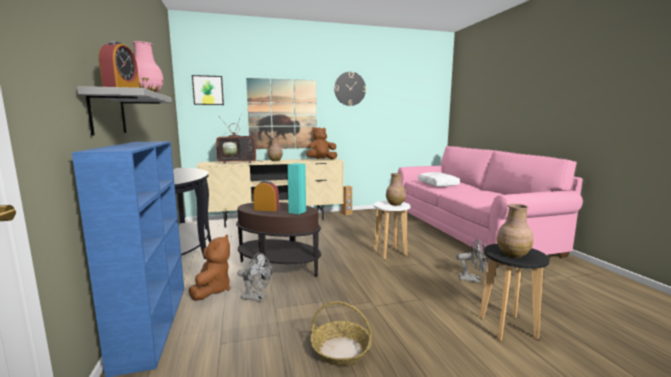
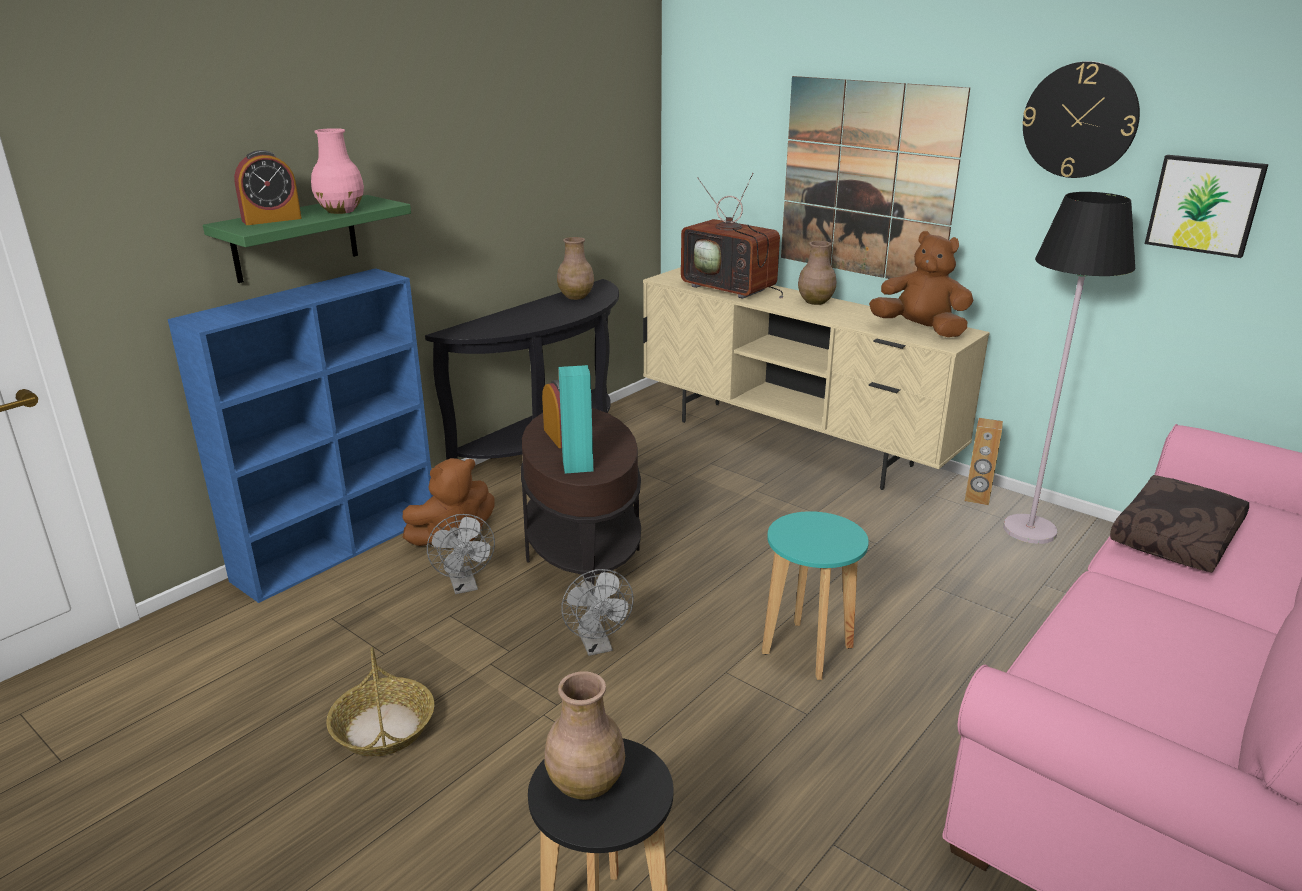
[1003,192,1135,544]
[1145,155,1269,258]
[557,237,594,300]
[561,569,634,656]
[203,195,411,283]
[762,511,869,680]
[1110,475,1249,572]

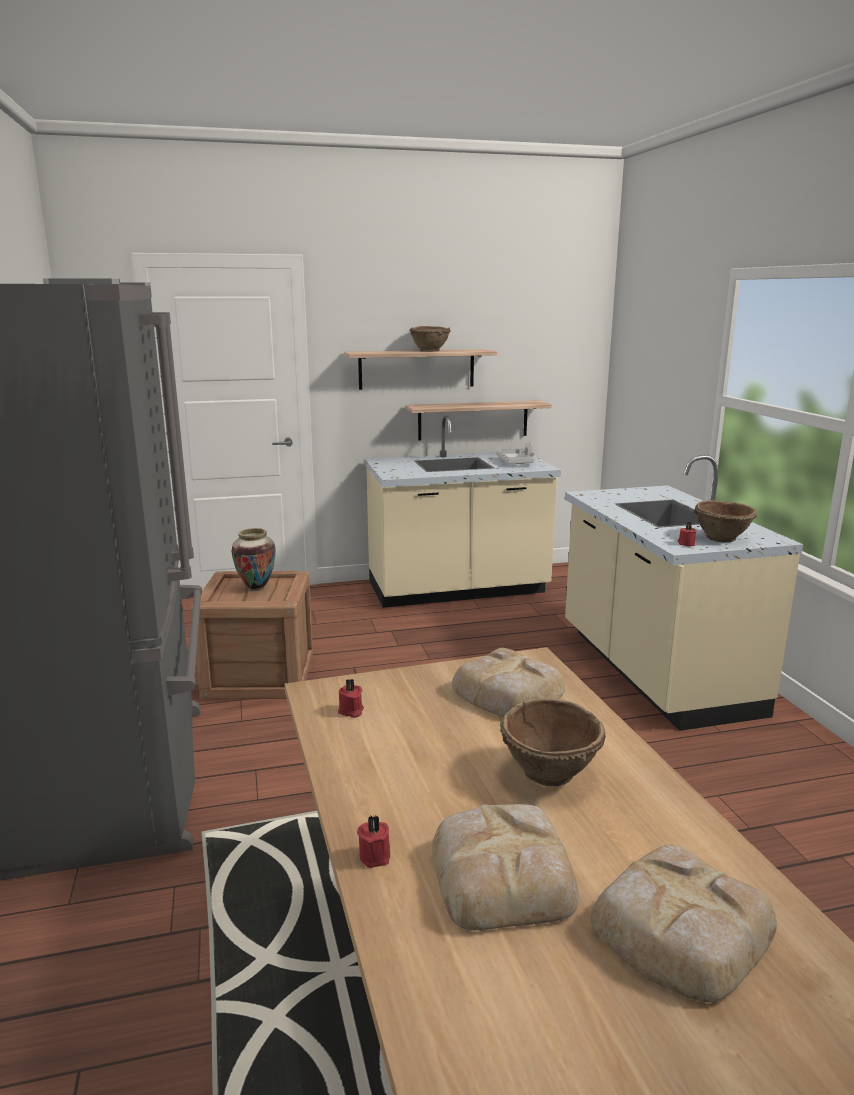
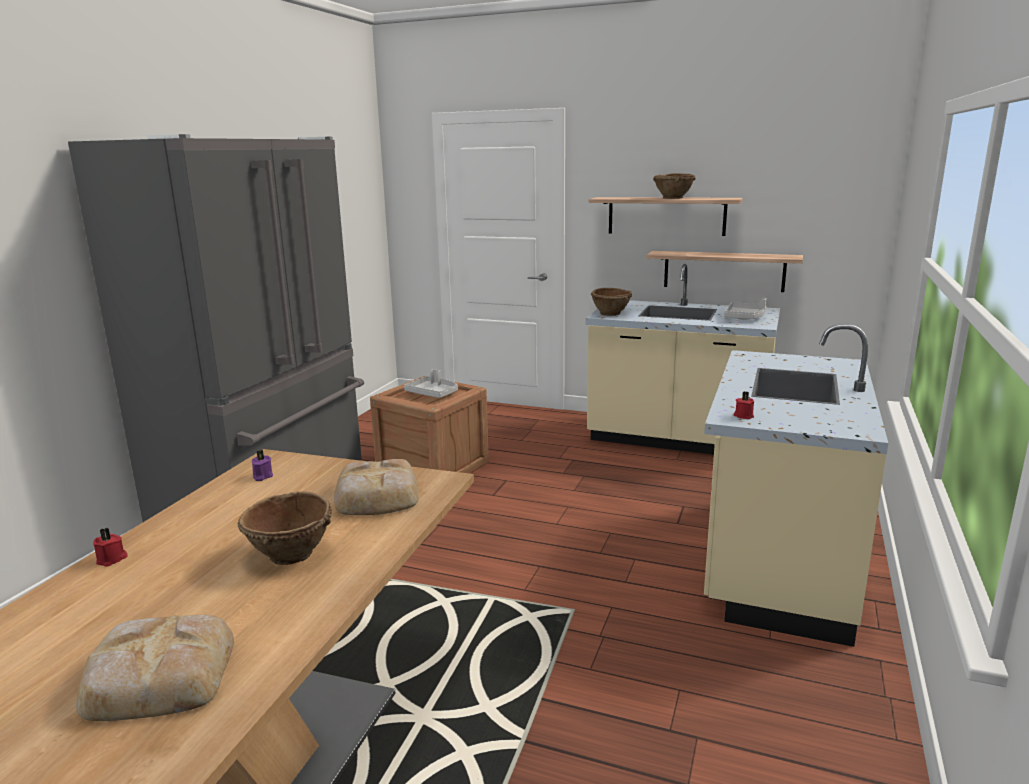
[432,804,579,930] (first image)
[591,288,632,316]
[404,369,458,398]
[252,450,273,481]

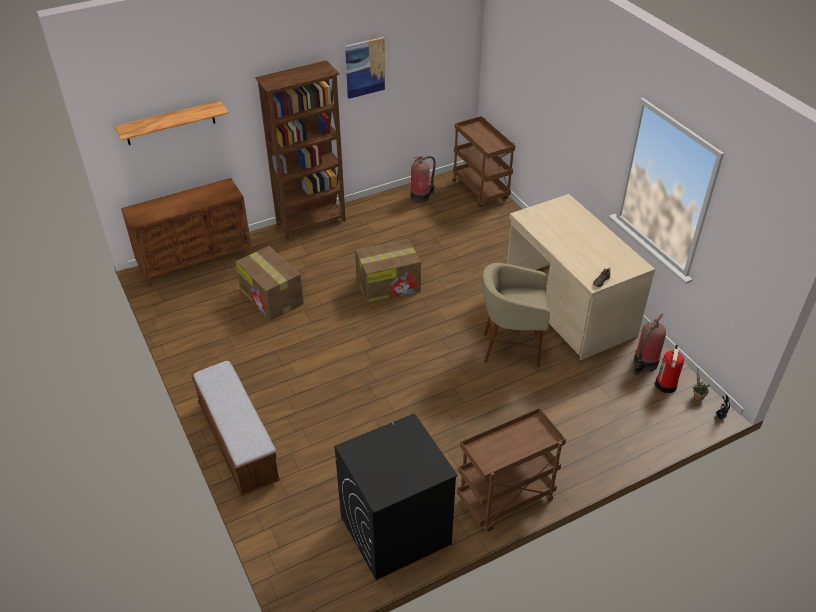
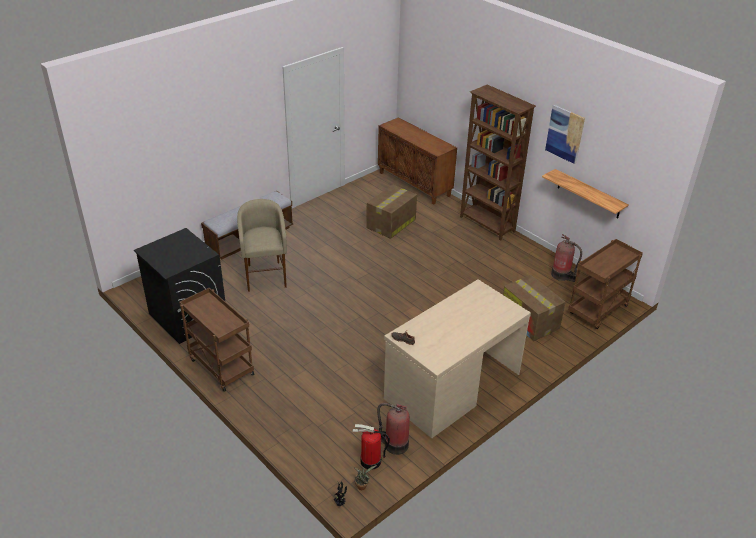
[542,169,629,218]
[503,275,566,341]
[237,199,287,292]

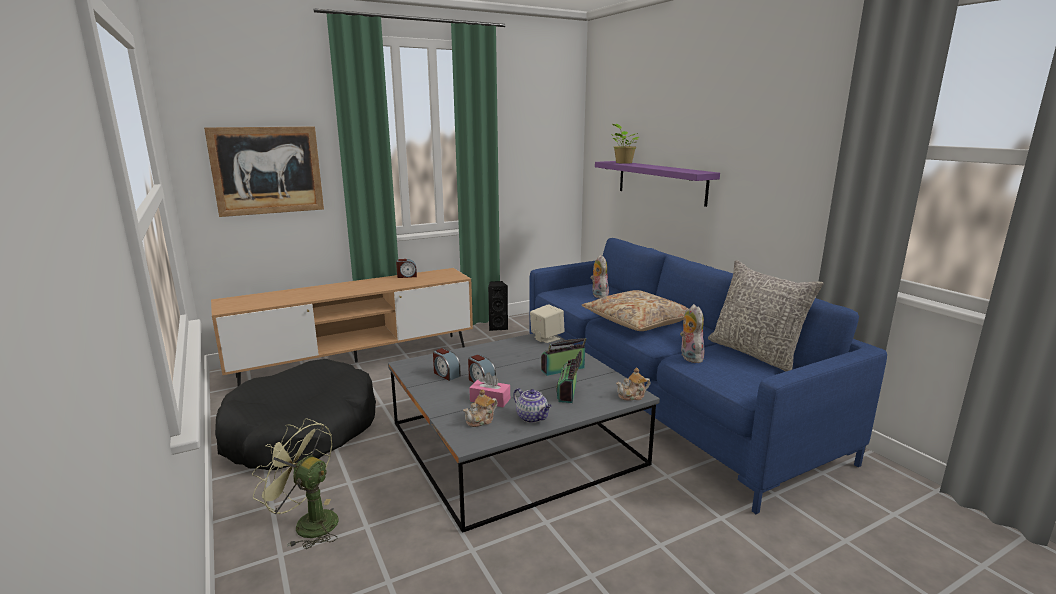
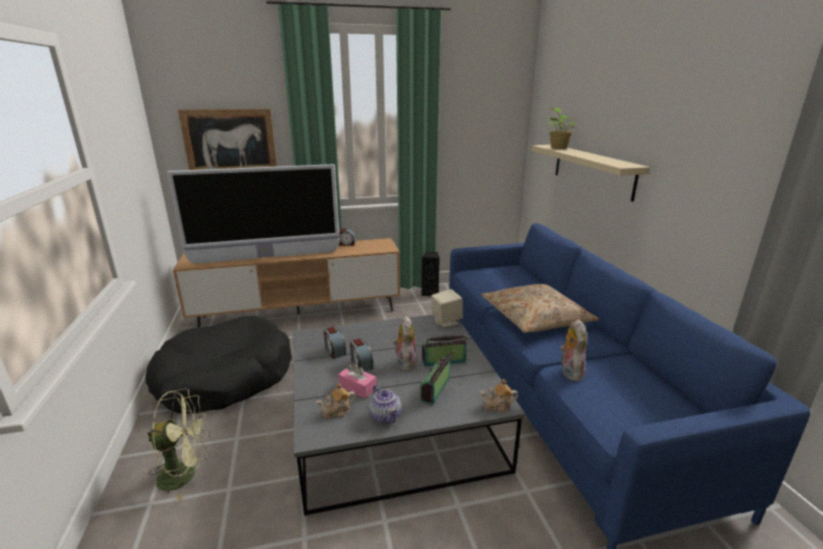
[708,260,824,371] (first image)
[167,164,340,264]
[393,316,417,371]
[531,145,650,202]
[147,388,210,501]

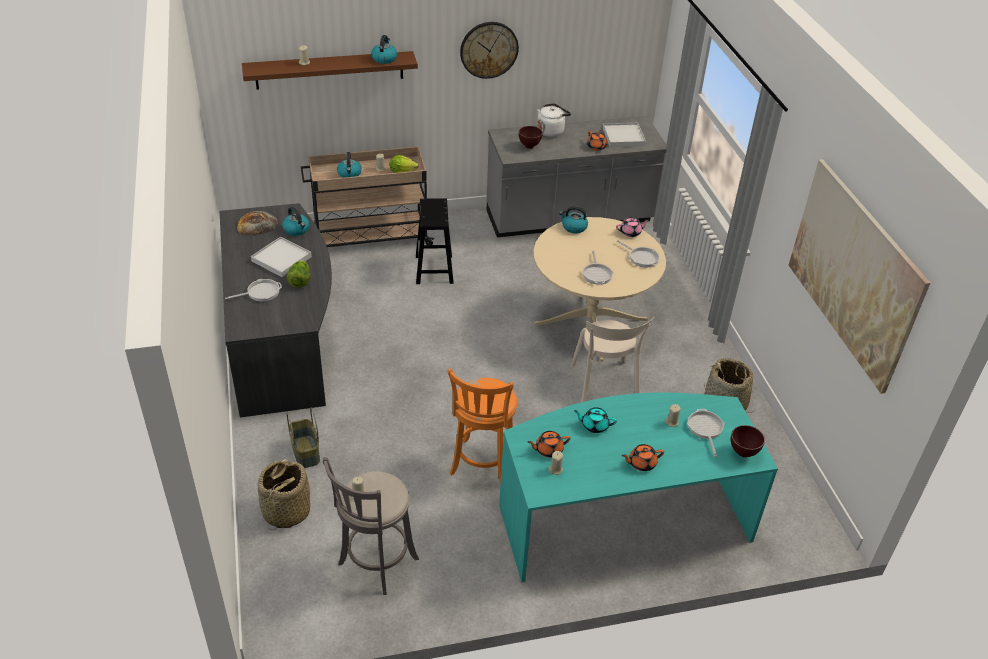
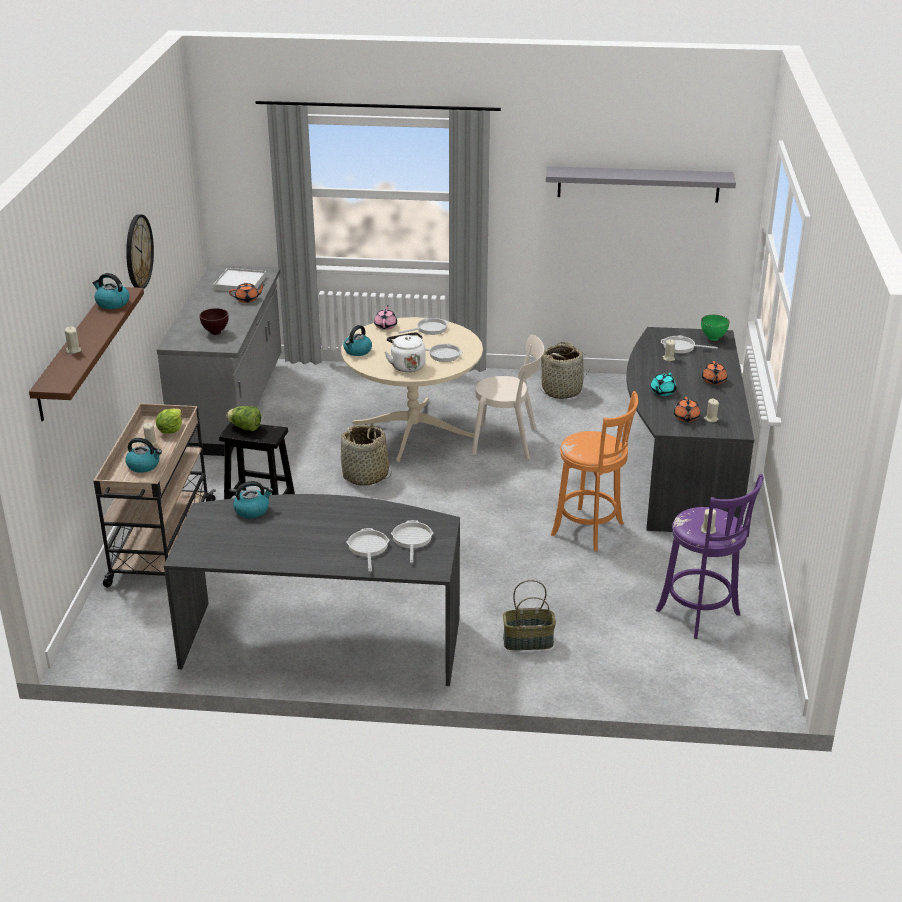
[237,211,278,235] (first image)
[251,237,312,277] (first image)
[391,520,433,564]
[341,425,391,486]
[227,406,261,431]
[385,332,426,372]
[546,166,736,203]
[656,474,764,639]
[626,327,754,532]
[701,315,730,341]

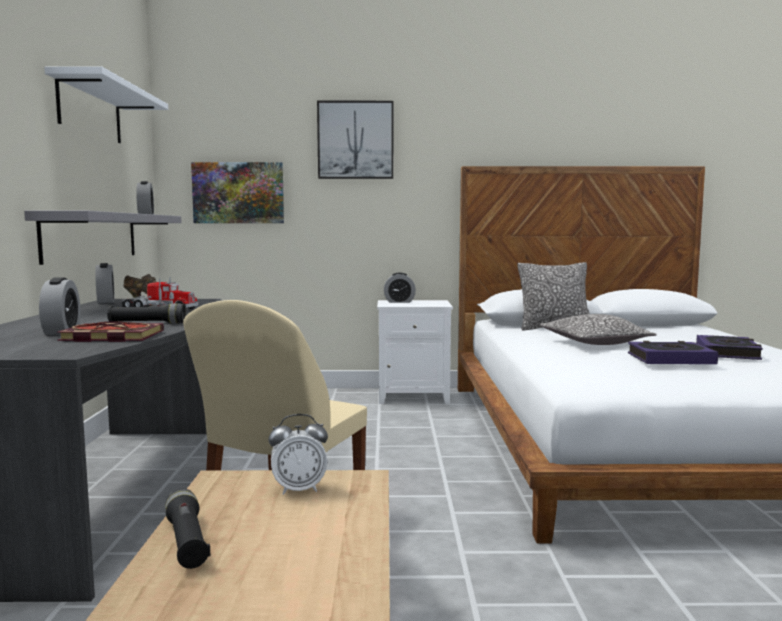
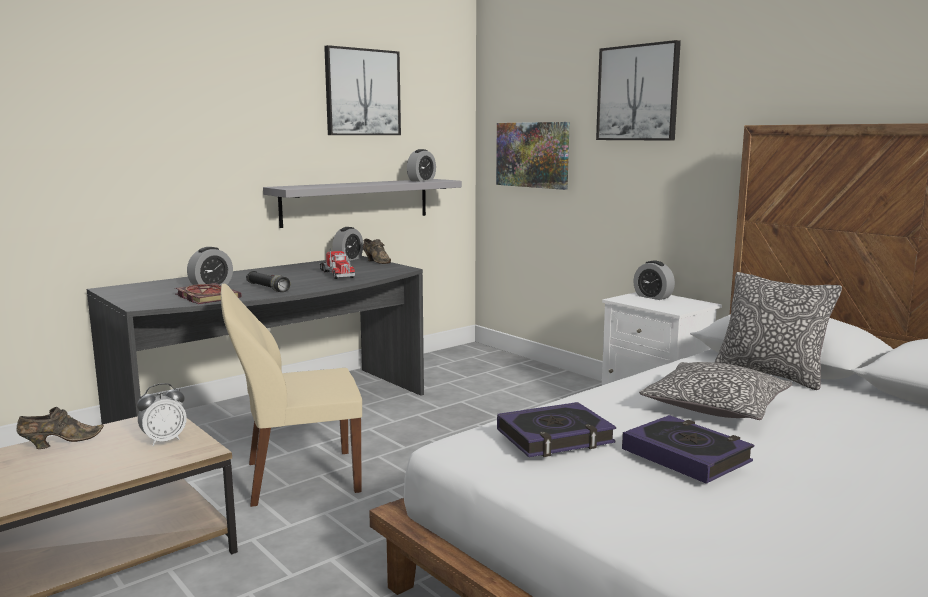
[497,402,616,457]
[324,45,401,135]
[16,407,104,449]
[137,383,187,446]

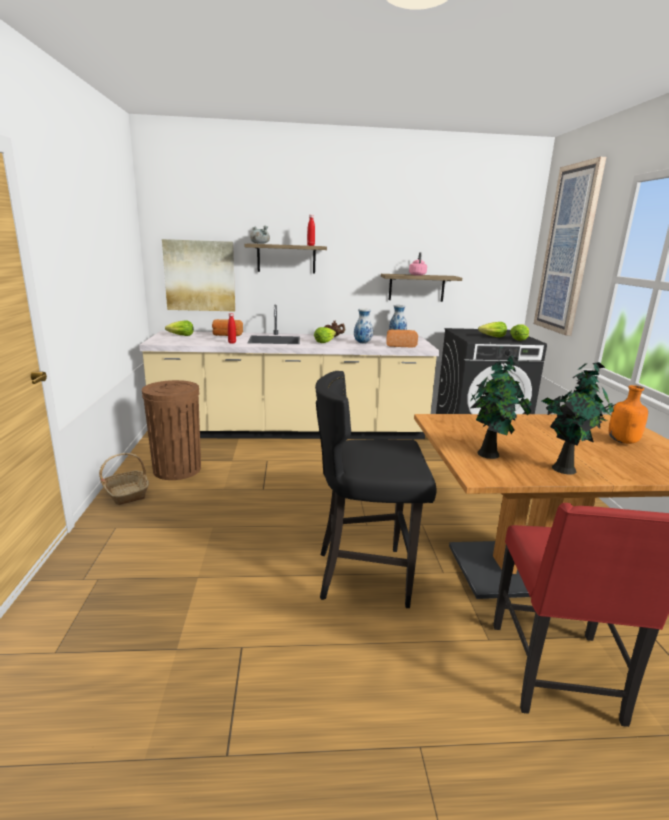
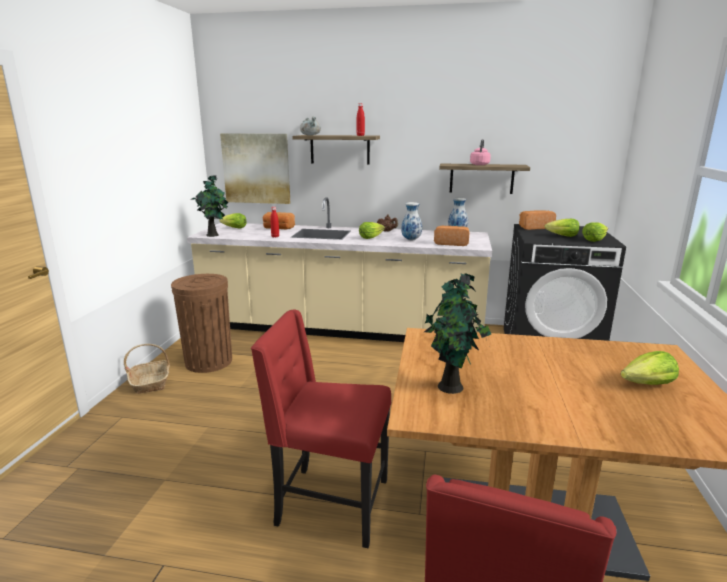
[534,157,606,336] (first image)
[519,210,556,230]
[190,176,229,237]
[251,309,391,548]
[621,351,679,385]

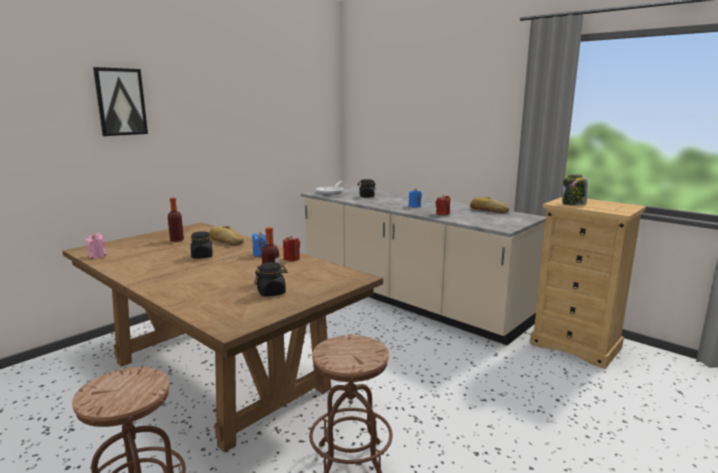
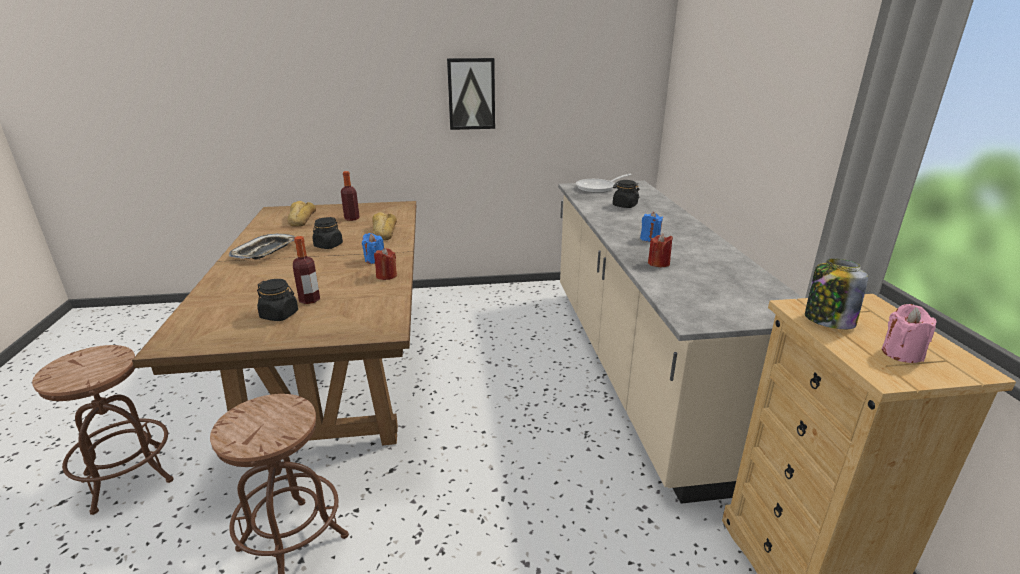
[229,234,295,259]
[882,304,936,363]
[447,58,495,130]
[287,201,316,227]

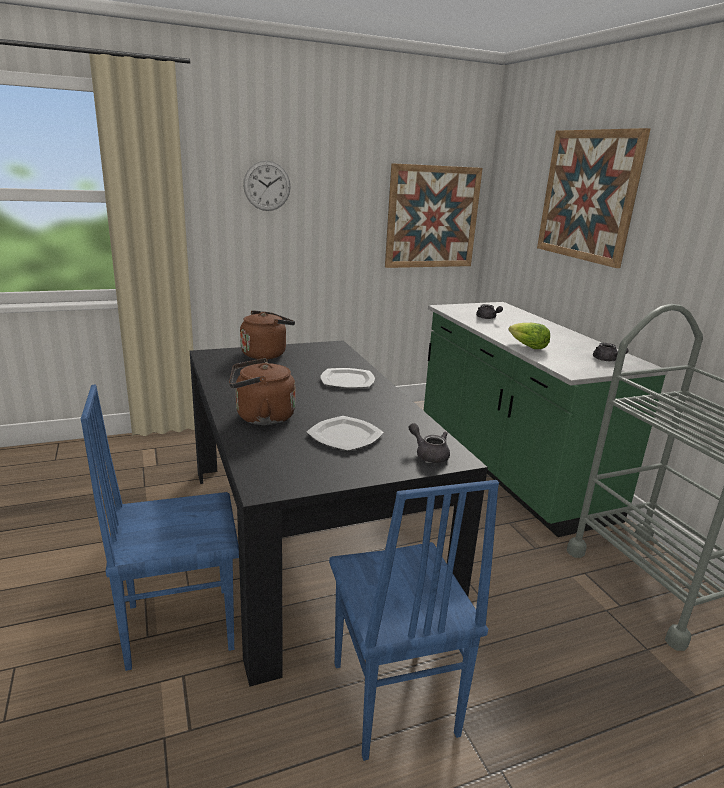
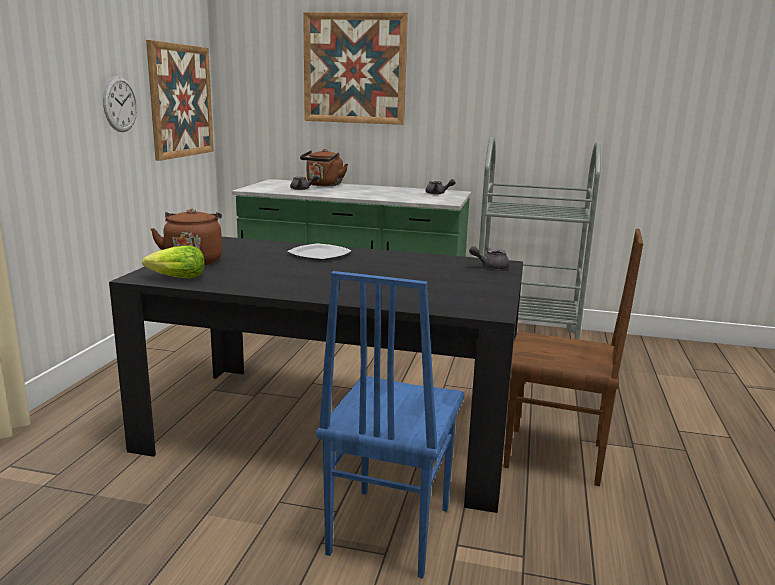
[307,416,384,451] (first image)
[300,149,348,186]
[103,76,137,132]
[142,245,205,279]
[503,229,643,486]

